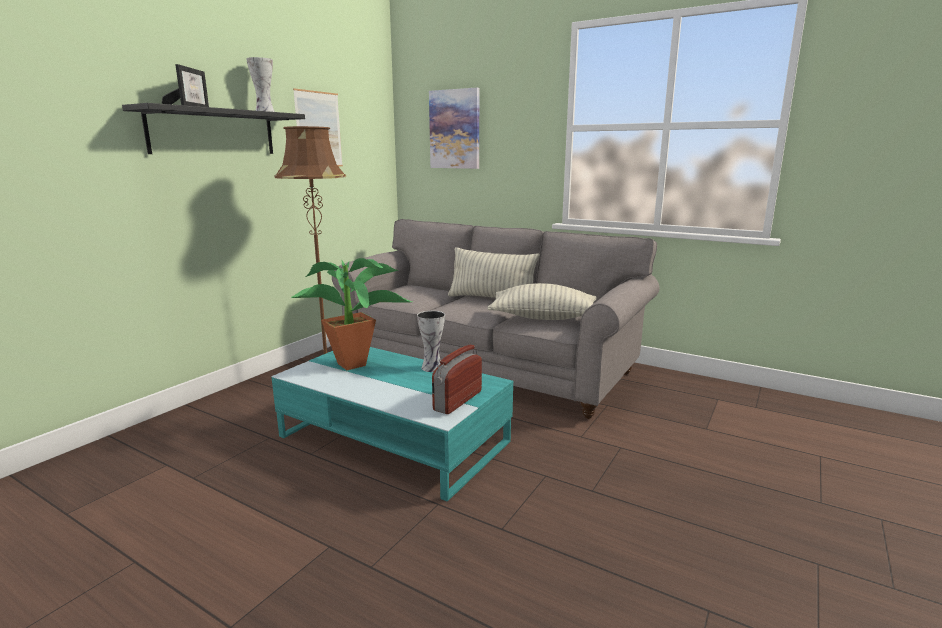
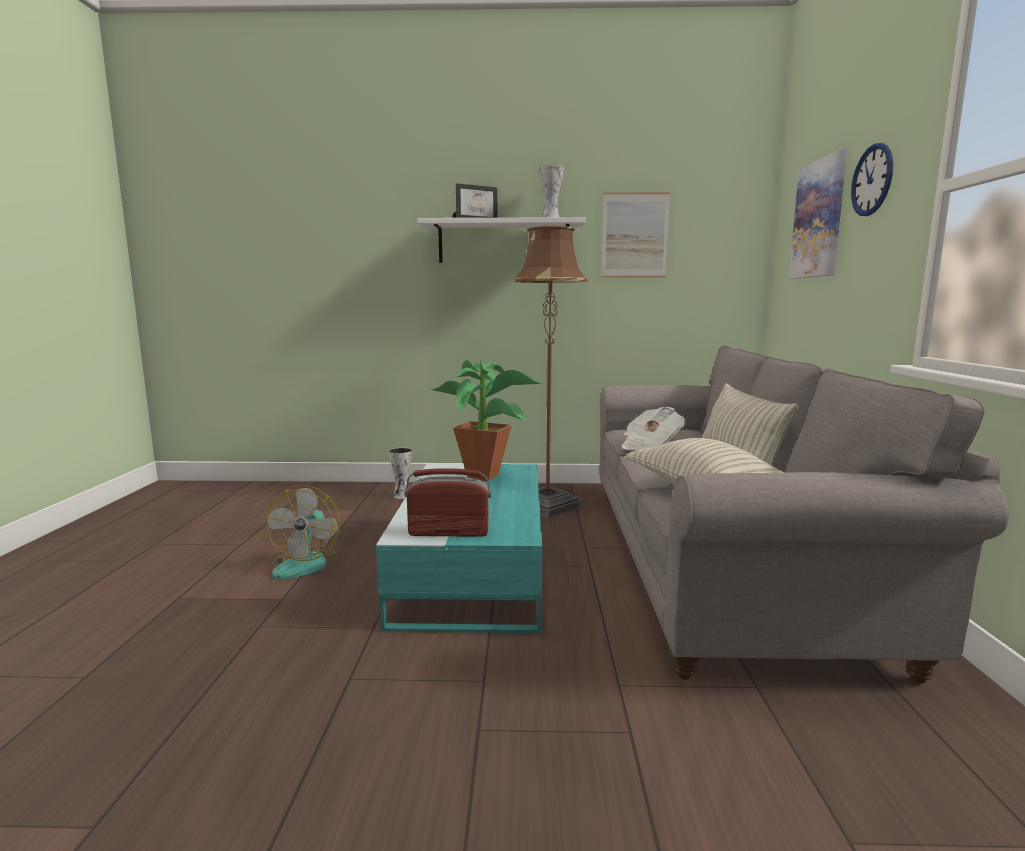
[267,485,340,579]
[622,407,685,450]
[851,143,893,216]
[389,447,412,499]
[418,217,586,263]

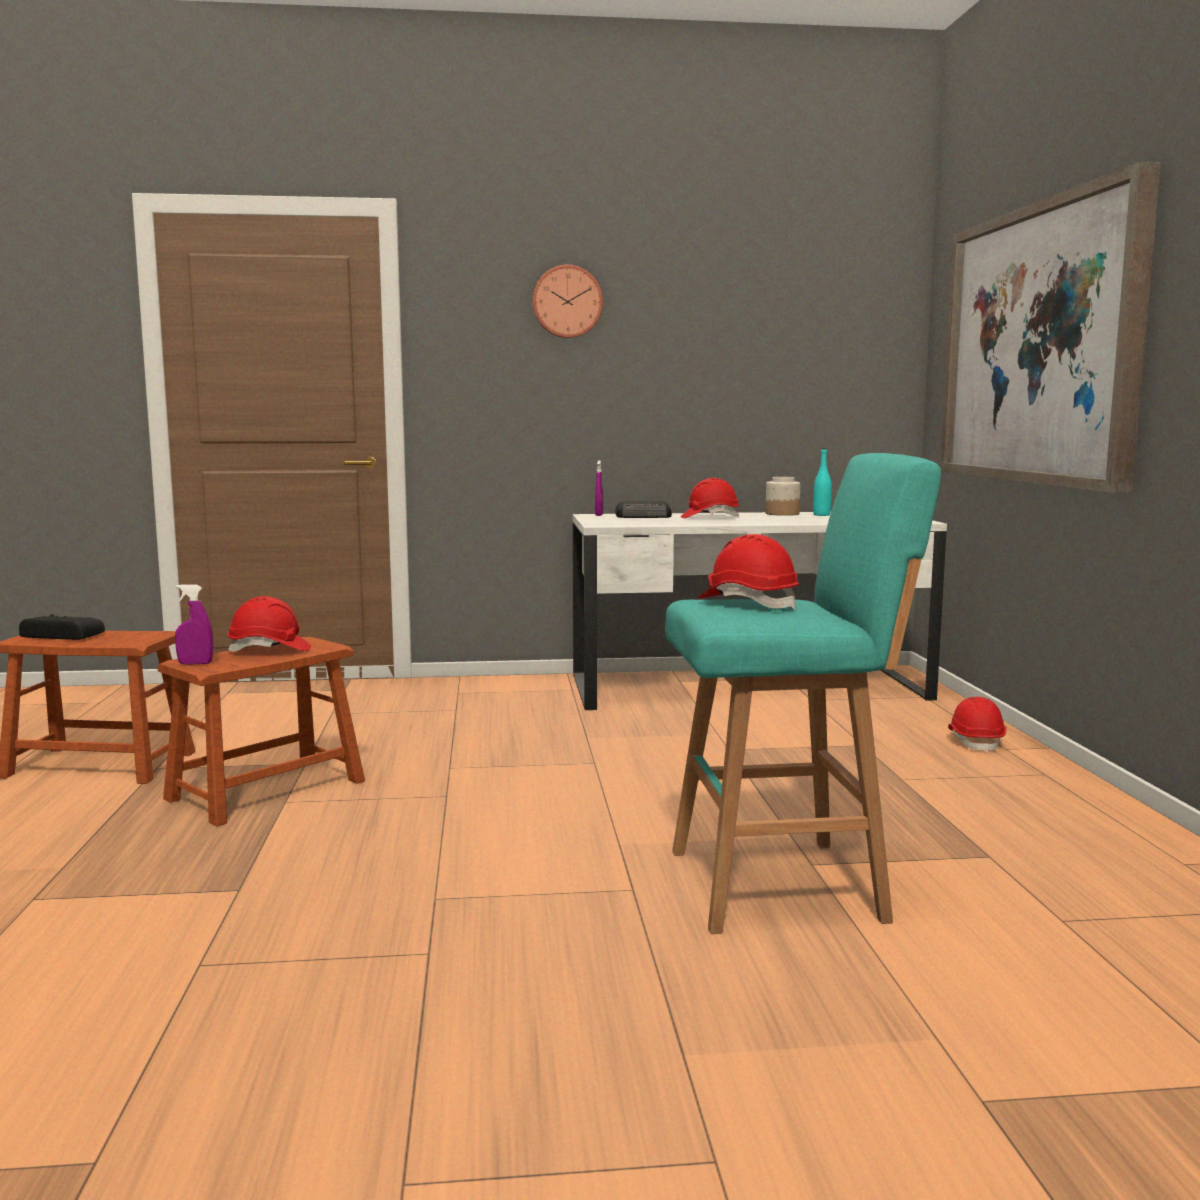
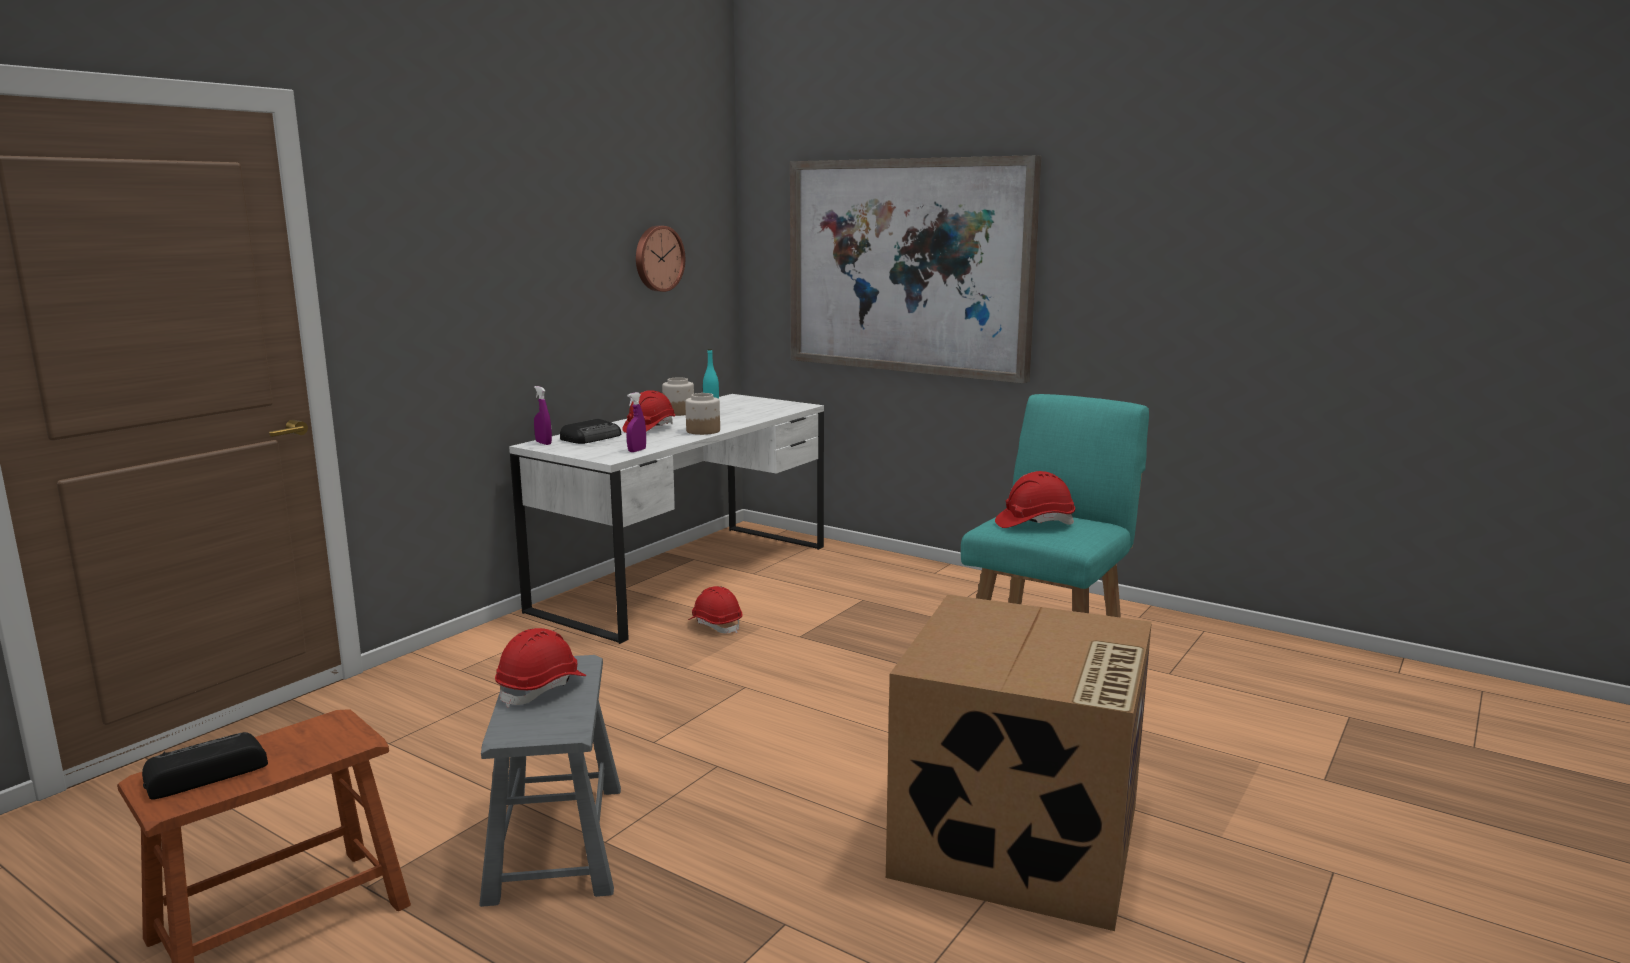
[685,393,720,435]
[886,595,1152,931]
[626,392,646,452]
[636,226,685,292]
[688,586,742,634]
[479,655,621,907]

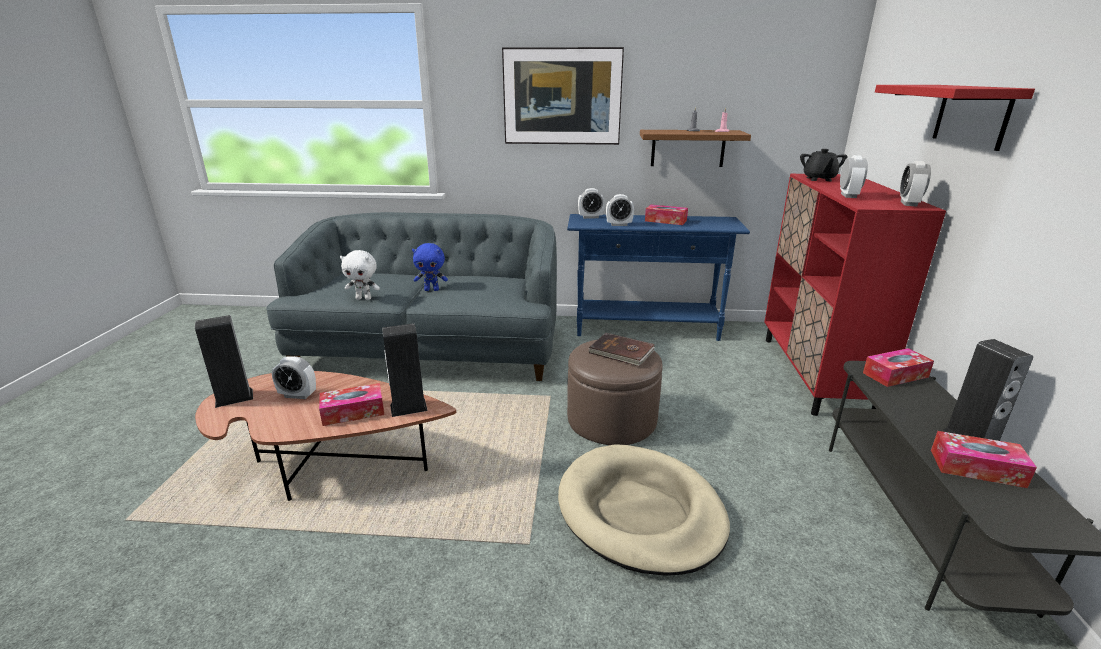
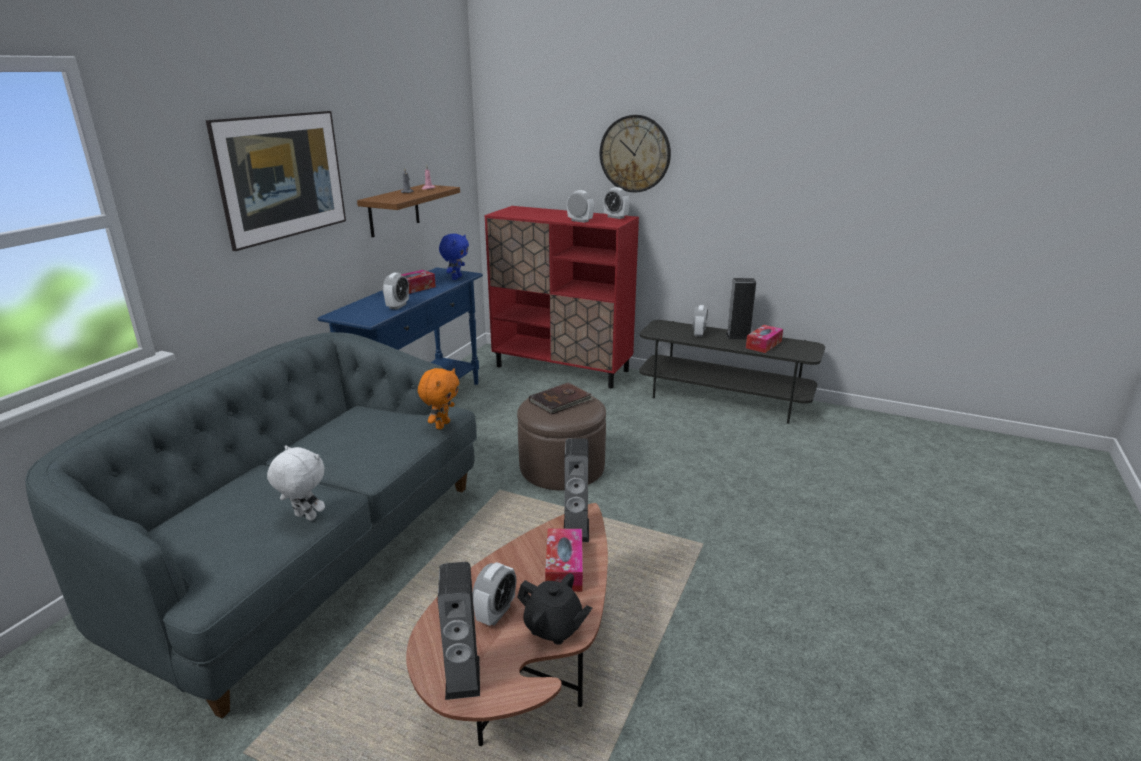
[558,444,730,576] (first image)
[863,348,934,387] (first image)
[418,368,459,429]
[439,234,469,280]
[693,305,708,337]
[517,573,592,645]
[600,115,671,192]
[267,445,325,521]

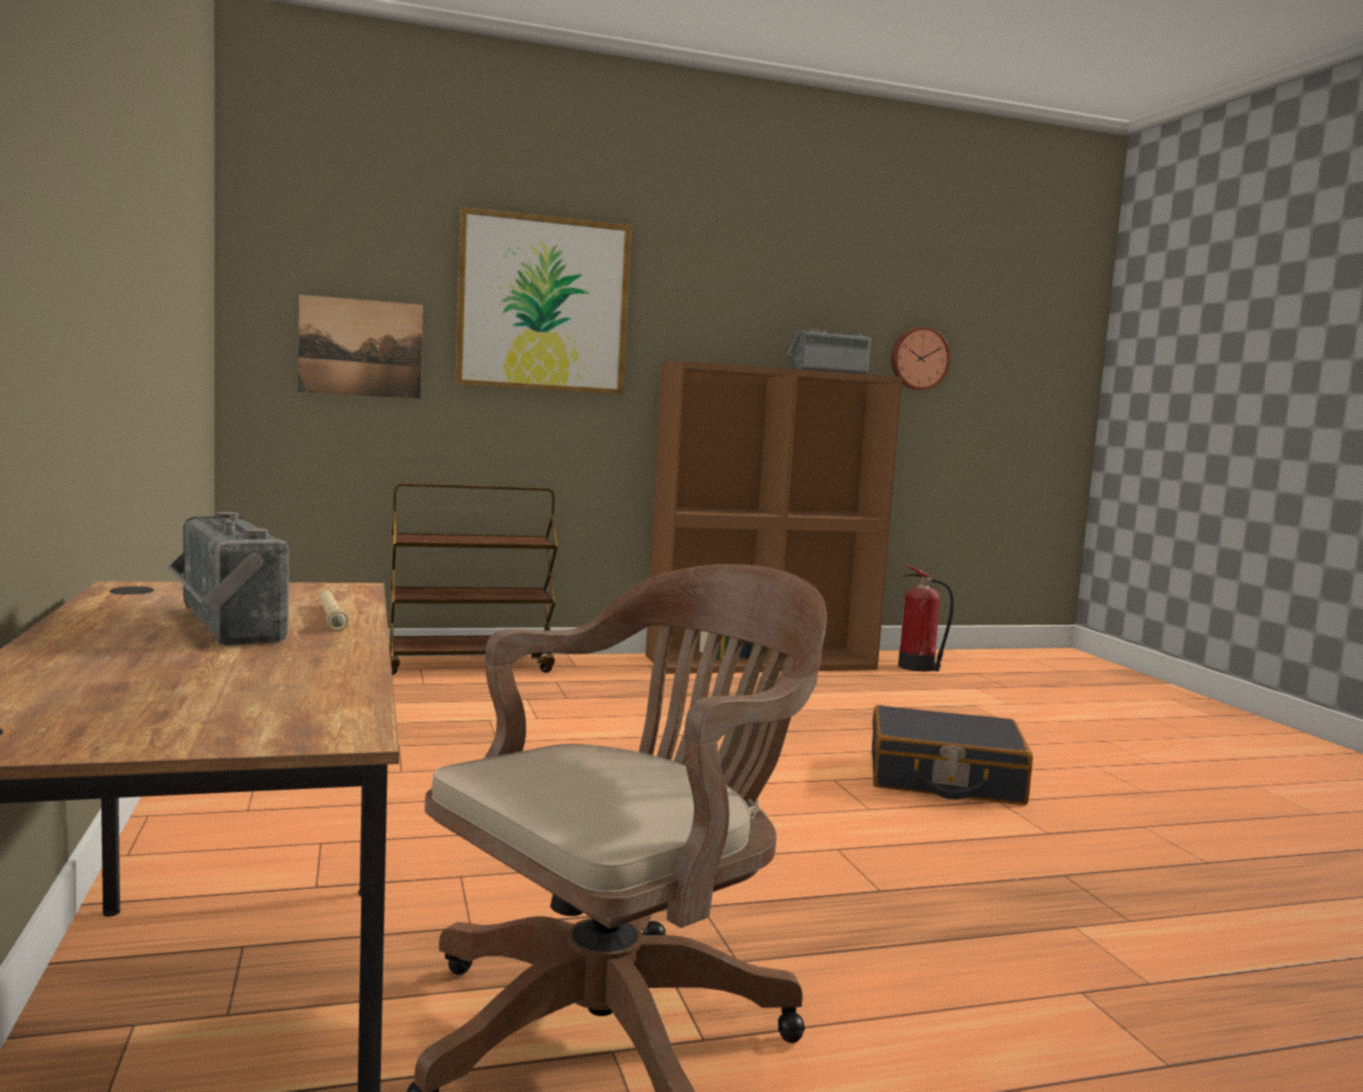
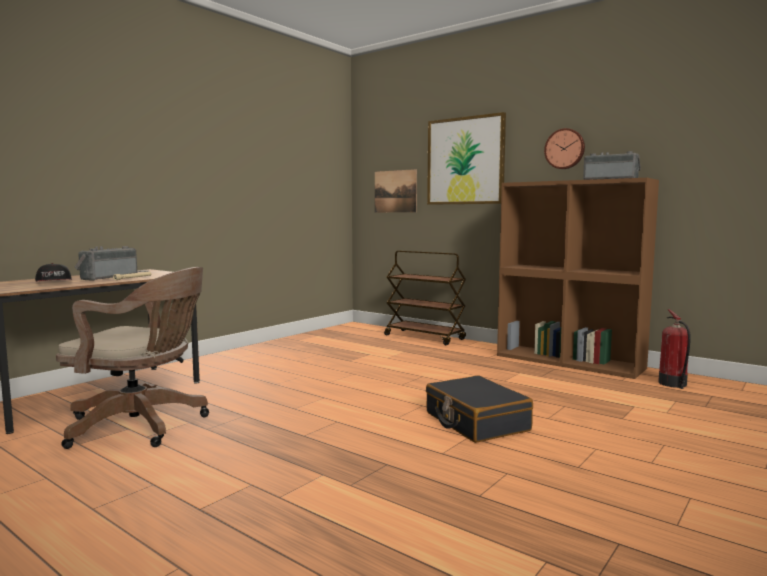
[35,263,72,282]
[544,128,585,169]

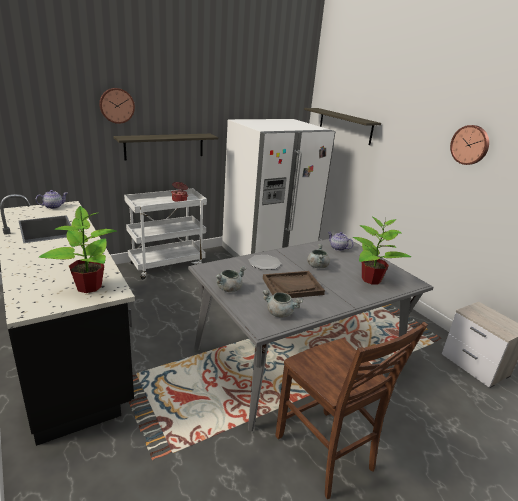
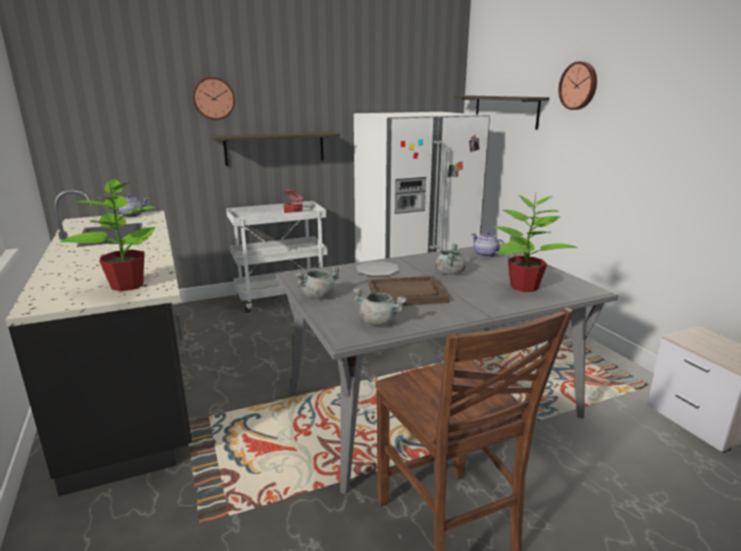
[558,61,597,110]

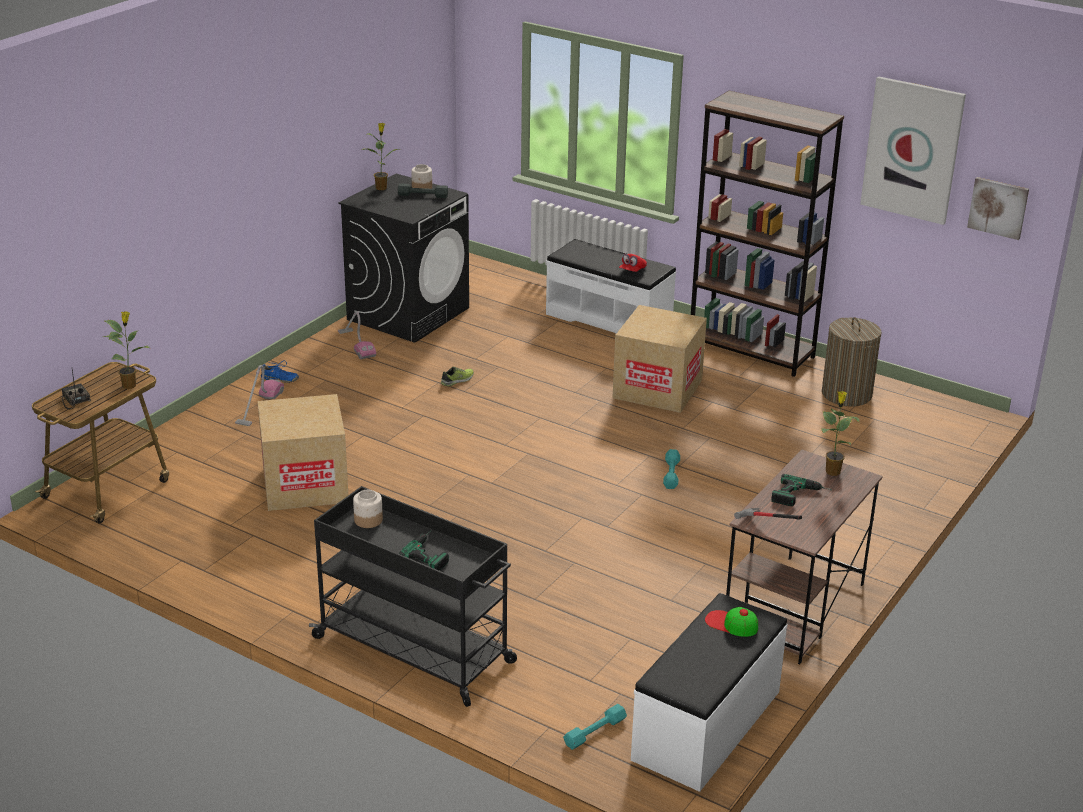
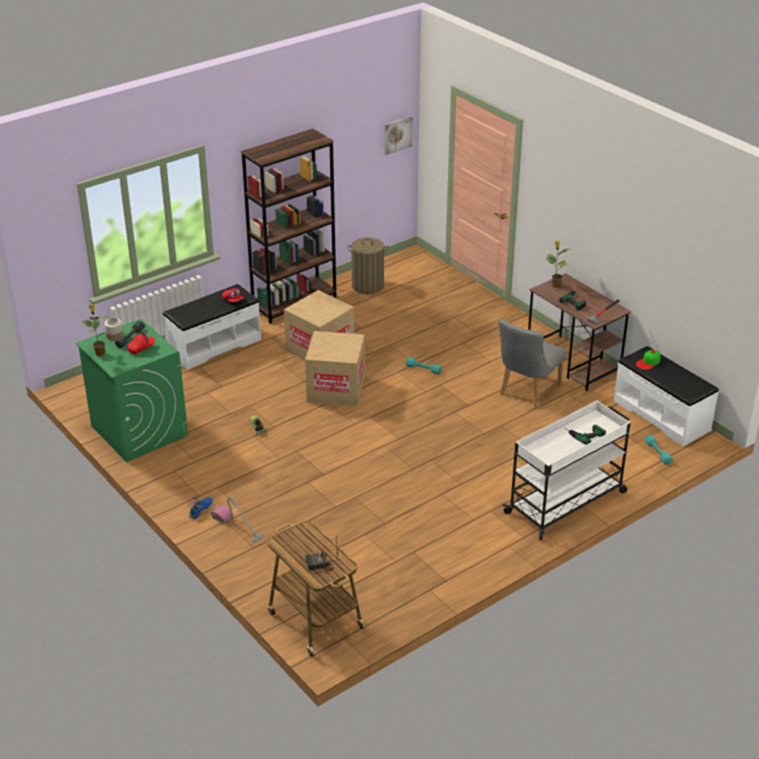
[102,311,149,389] (first image)
[338,311,376,359] (first image)
[353,490,383,528] (first image)
[860,76,966,225] (first image)
[127,331,155,354]
[498,319,566,407]
[305,331,365,406]
[503,401,631,541]
[76,319,188,462]

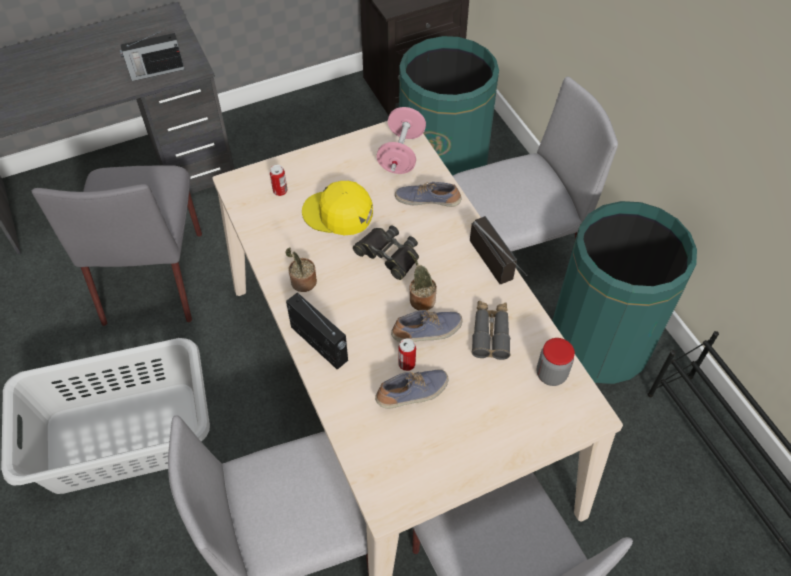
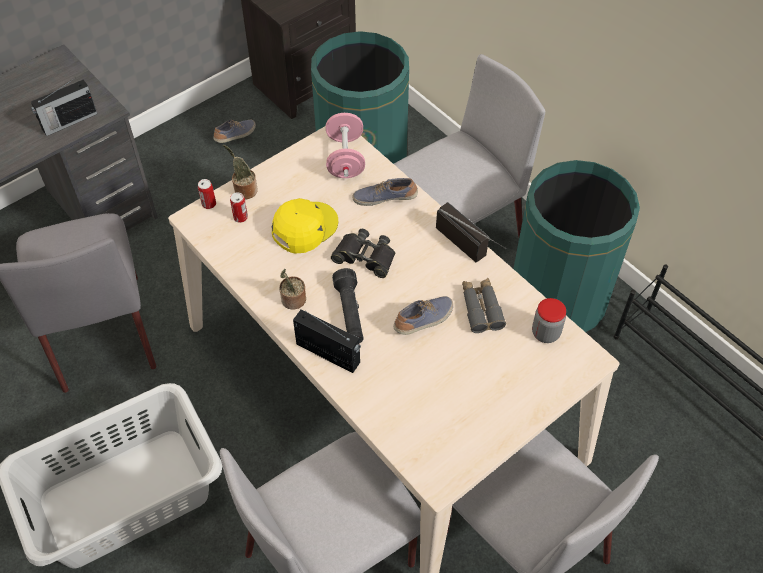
[332,268,364,343]
[213,120,256,143]
[198,179,216,209]
[223,145,258,199]
[272,198,338,254]

